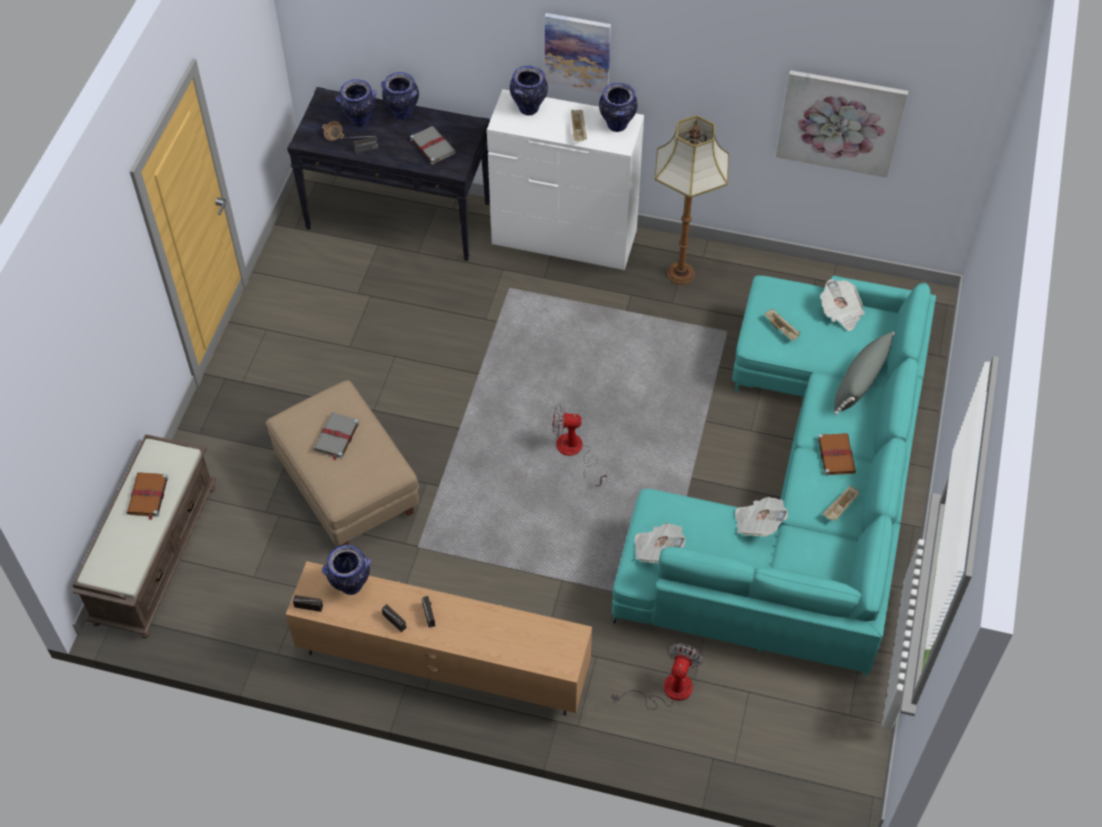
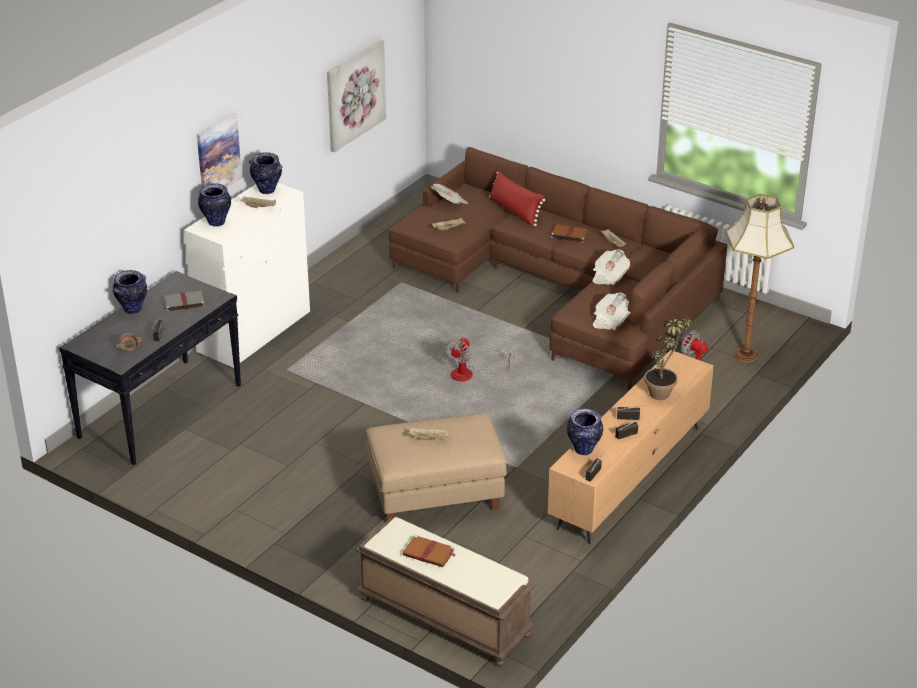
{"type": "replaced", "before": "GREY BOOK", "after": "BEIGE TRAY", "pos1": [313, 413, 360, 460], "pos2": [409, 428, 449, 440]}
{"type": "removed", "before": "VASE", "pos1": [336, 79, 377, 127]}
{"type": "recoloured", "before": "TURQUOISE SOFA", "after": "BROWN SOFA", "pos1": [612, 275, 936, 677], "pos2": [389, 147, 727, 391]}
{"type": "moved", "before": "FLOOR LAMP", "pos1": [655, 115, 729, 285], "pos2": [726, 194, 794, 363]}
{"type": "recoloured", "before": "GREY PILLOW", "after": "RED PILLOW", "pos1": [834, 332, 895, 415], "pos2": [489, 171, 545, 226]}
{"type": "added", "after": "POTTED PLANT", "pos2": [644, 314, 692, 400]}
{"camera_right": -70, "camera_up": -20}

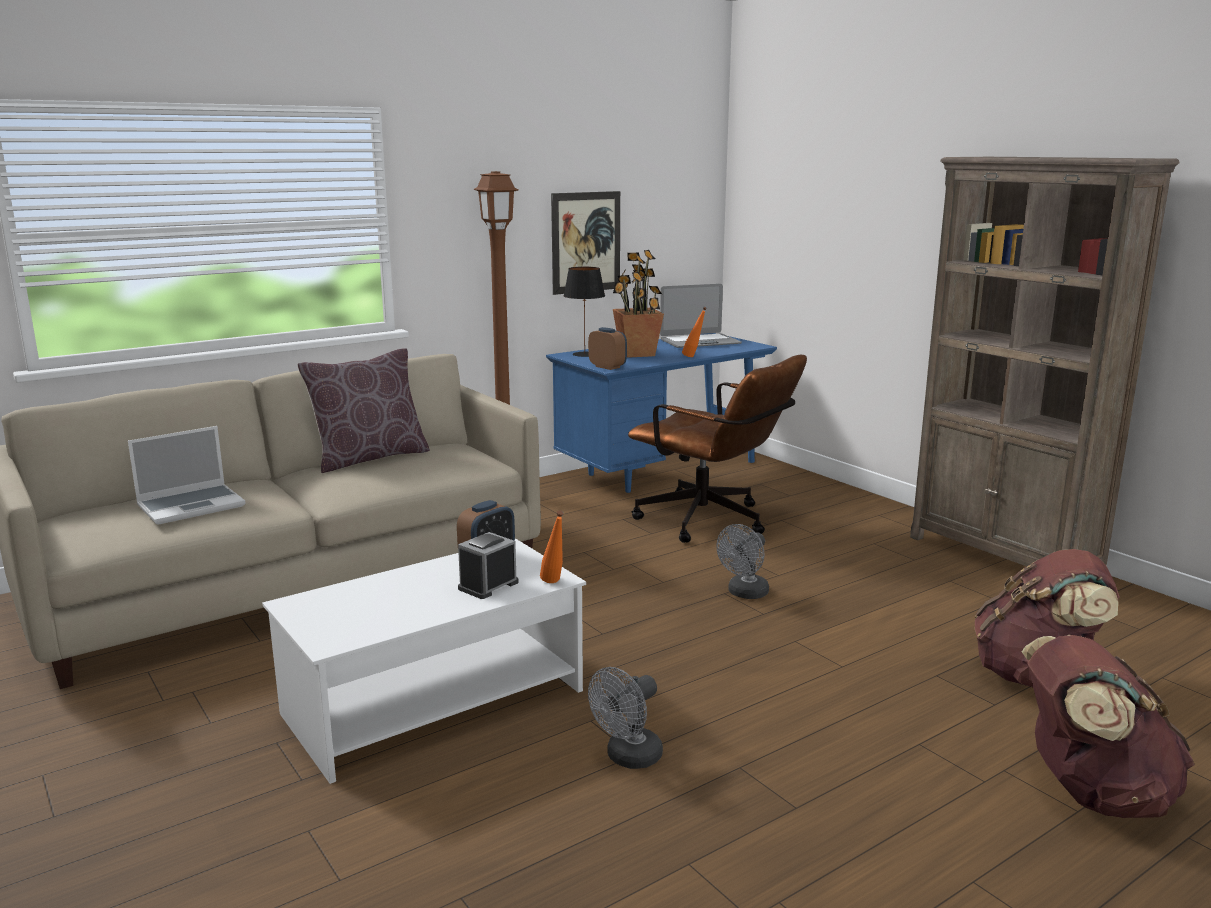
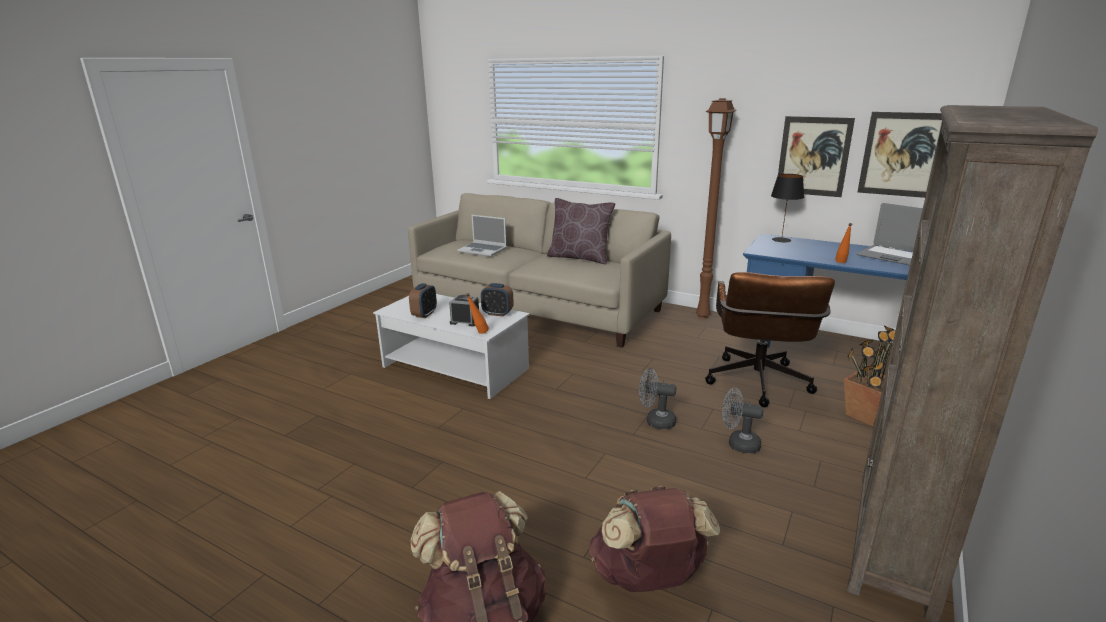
{"type": "moved", "before": "ALARM CLOCK", "pos1": [588, 327, 627, 370], "pos2": [409, 283, 437, 318]}
{"type": "moved", "before": "GREY FAN", "pos1": [588, 667, 663, 769], "pos2": [722, 388, 764, 453]}
{"type": "moved", "before": "POTTED PLANT", "pos1": [613, 250, 664, 358], "pos2": [844, 325, 896, 426]}
{"type": "added", "after": "PICTURE", "pos2": [858, 112, 942, 198]}
{"camera_right": 65, "camera_up": 5}

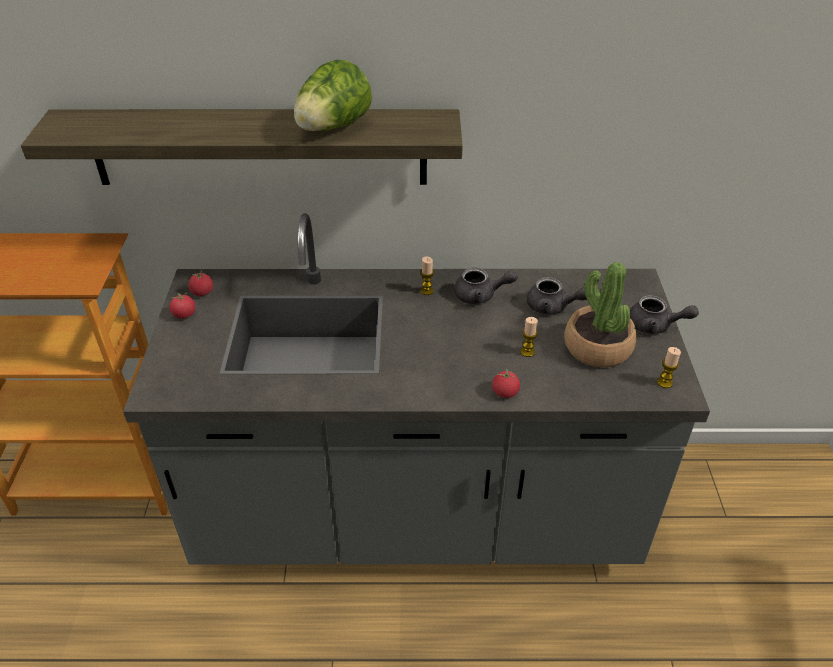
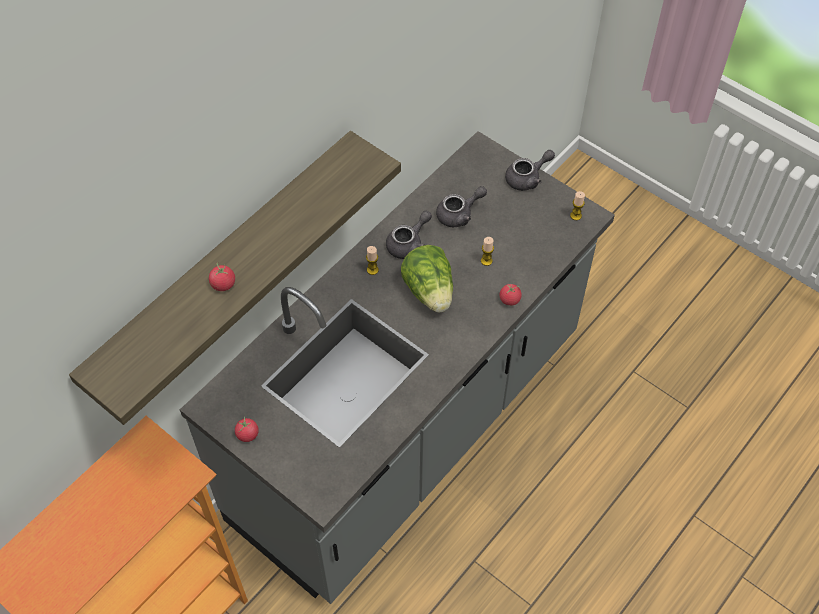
{"type": "moved", "before": "TOMATO", "pos1": [188, 269, 213, 296], "pos2": [209, 263, 235, 291]}
{"type": "moved", "before": "LETTUCE", "pos1": [294, 60, 372, 131], "pos2": [401, 245, 453, 312]}
{"type": "removed", "before": "POTTED PLANT", "pos1": [564, 262, 637, 367]}
{"camera_right": -50, "camera_up": 15}

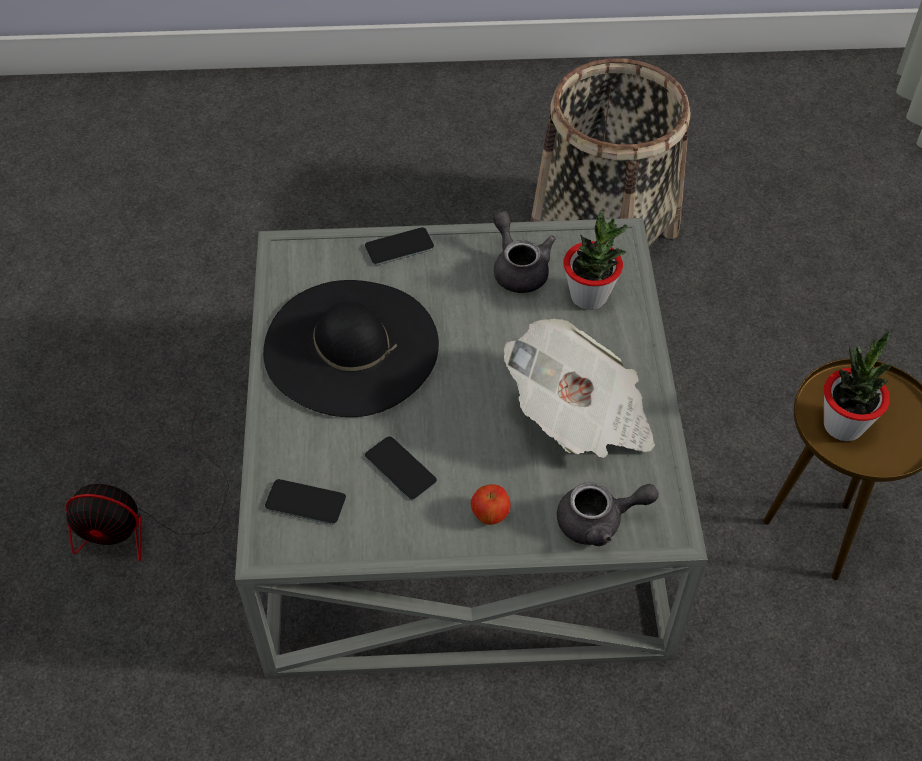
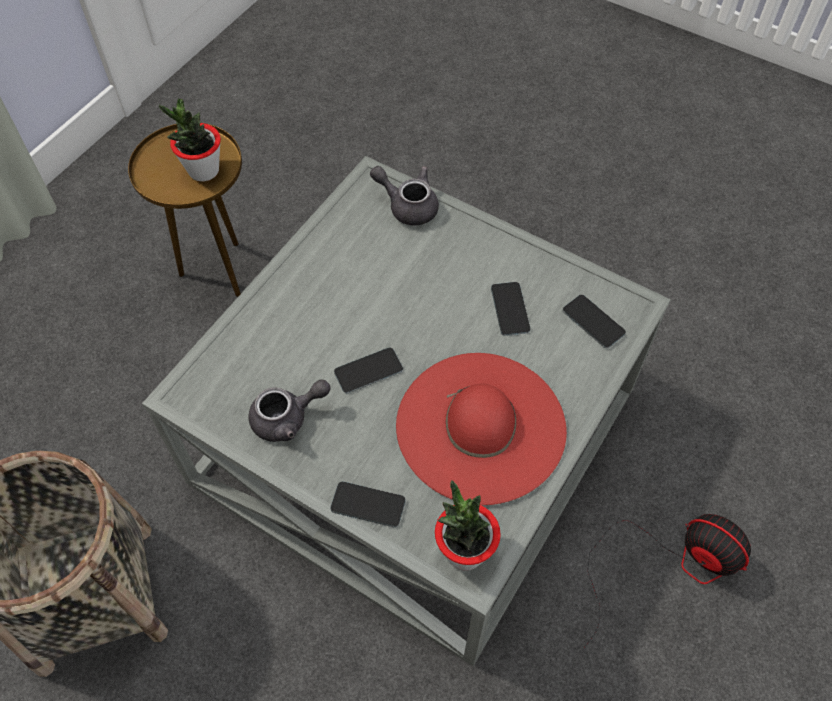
{"type": "recoloured", "before": "BLACK HAT", "after": "RED HAT", "pos1": [263, 280, 439, 417], "pos2": [396, 353, 567, 505]}
{"type": "removed", "before": "APPLE", "pos1": [471, 484, 511, 525]}
{"type": "turned", "before": "GREY TEAPOT", "pos1": [493, 211, 556, 293], "pos2": [249, 379, 330, 442], "turn": -120}
{"type": "removed", "before": "NEWSPAPER", "pos1": [504, 319, 655, 458]}
{"type": "moved", "before": "POTTED PLANT", "pos1": [563, 211, 627, 310], "pos2": [435, 480, 501, 571]}
{"type": "added", "after": "PHONE", "pos2": [334, 348, 403, 393]}
{"camera_right": -145, "camera_up": 5}

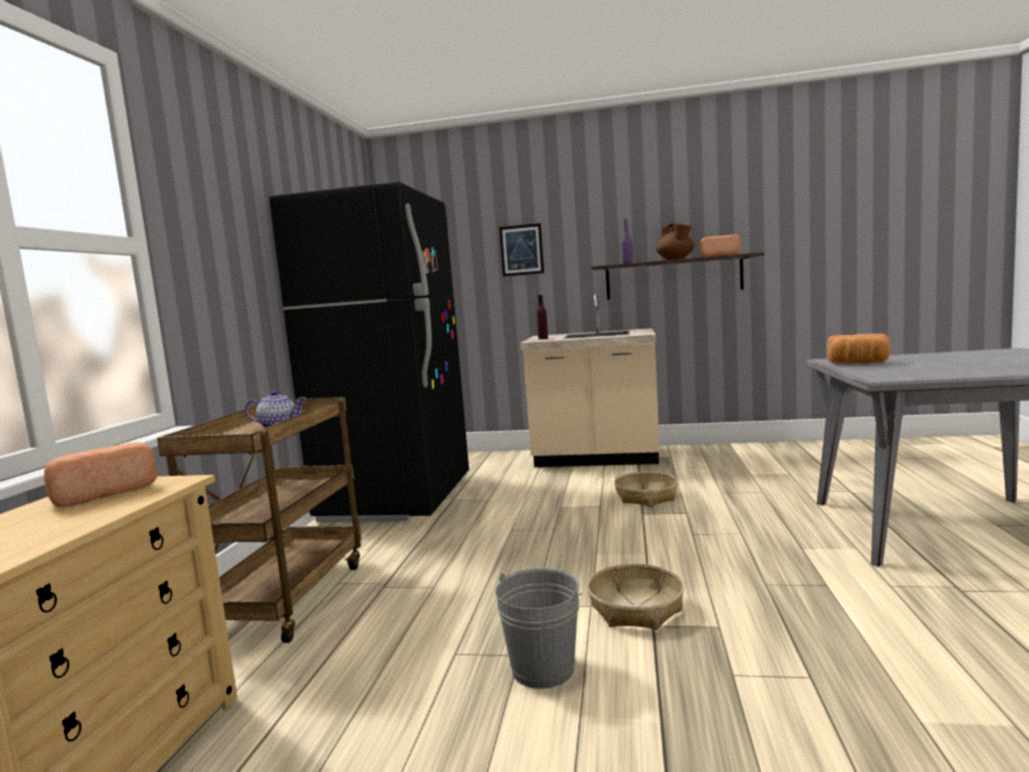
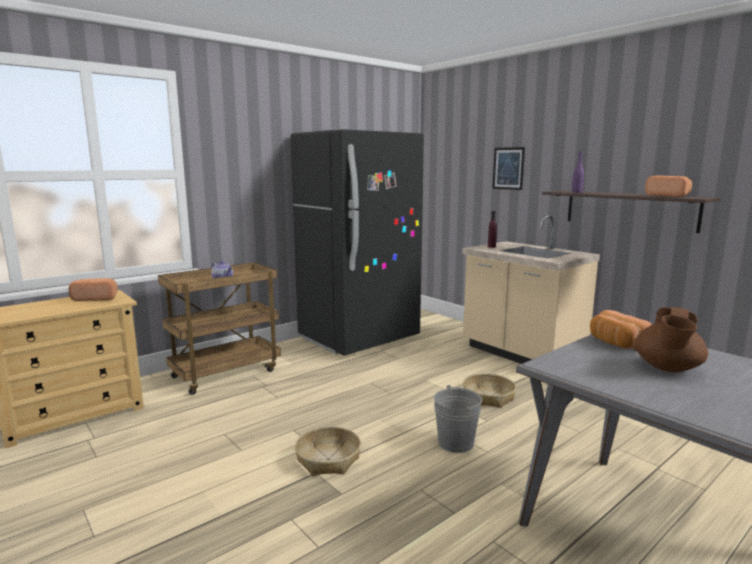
{"type": "moved", "before": "GREY BUCKET", "pos1": [495, 568, 582, 689], "pos2": [434, 385, 482, 453]}
{"type": "moved", "before": "BROWN TEAPOT", "pos1": [656, 223, 694, 260], "pos2": [634, 307, 708, 372]}
{"camera_right": 40, "camera_up": 5}

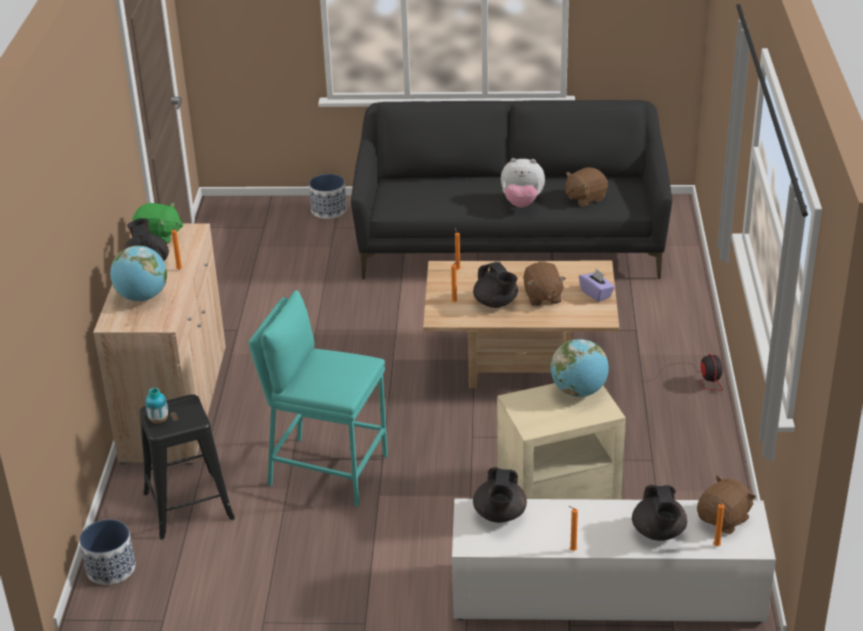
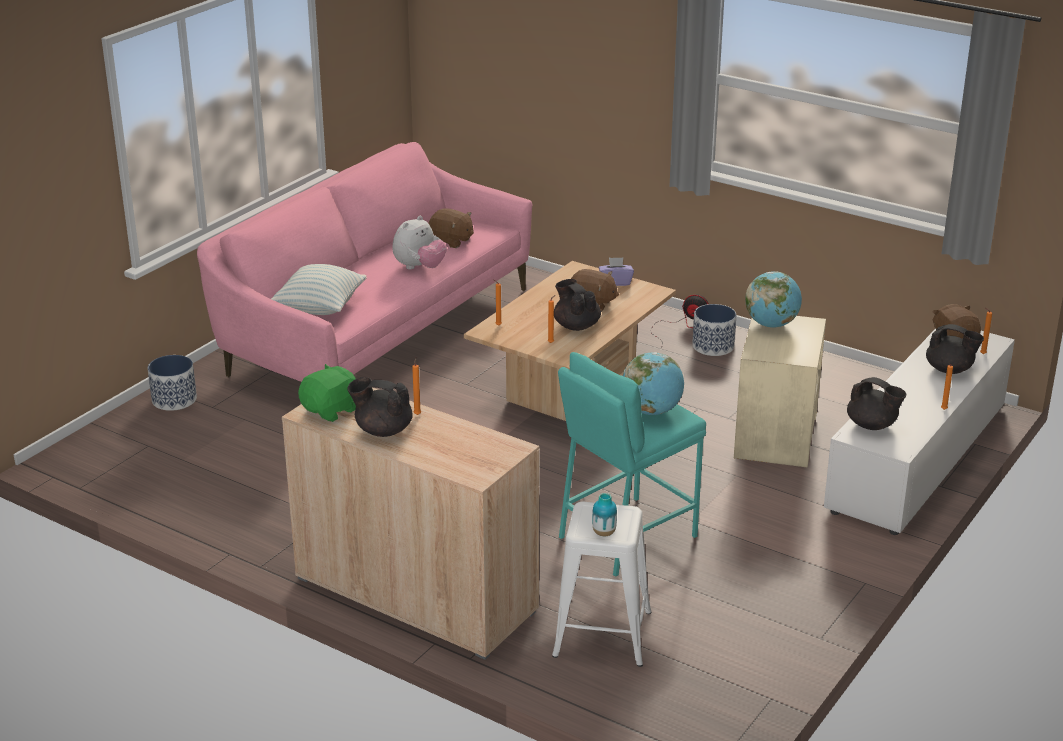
{"type": "moved", "before": "PLANTER", "pos1": [79, 519, 136, 585], "pos2": [692, 304, 736, 356]}
{"type": "moved", "before": "GLOBE", "pos1": [110, 245, 167, 301], "pos2": [622, 352, 684, 415]}
{"type": "recoloured", "before": "BLACK STOOL", "after": "WHITE STOOL", "pos1": [139, 394, 235, 540], "pos2": [552, 501, 652, 667]}
{"type": "recoloured", "before": "BLACK SOFA", "after": "PINK SOFA", "pos1": [351, 100, 672, 280], "pos2": [197, 142, 532, 382]}
{"type": "turned", "before": "BLACK TEAPOT", "pos1": [473, 262, 518, 308], "pos2": [554, 279, 601, 331], "turn": -120}
{"type": "turned", "before": "BROWN PLUSH TOY", "pos1": [565, 167, 608, 207], "pos2": [428, 208, 474, 248], "turn": -60}
{"type": "added", "after": "PILLOW", "pos2": [271, 264, 367, 315]}
{"camera_right": -60, "camera_up": -5}

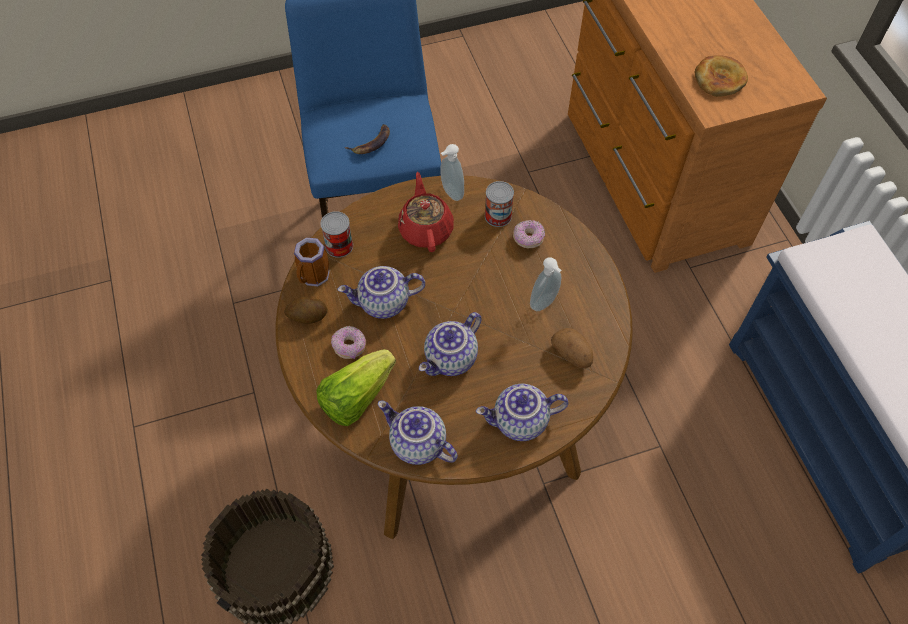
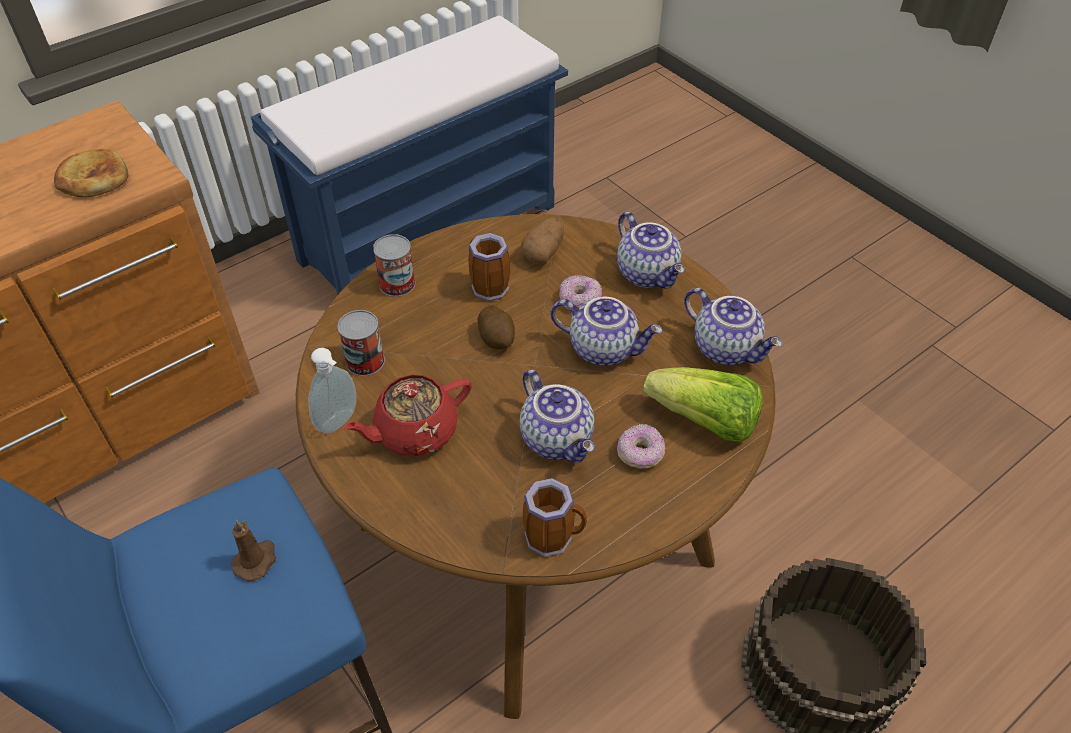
{"type": "moved", "before": "POTATO", "pos1": [284, 297, 328, 324], "pos2": [477, 305, 515, 349]}
{"type": "moved", "before": "CAN", "pos1": [320, 211, 353, 258], "pos2": [373, 234, 415, 297]}
{"type": "replaced", "before": "BANANA", "after": "BROWN CANDLE", "pos1": [345, 124, 390, 154], "pos2": [231, 520, 276, 581]}
{"type": "turned", "before": "TEAPOT", "pos1": [378, 400, 458, 465], "pos2": [684, 288, 782, 365], "turn": -60}
{"type": "moved", "before": "DONUT", "pos1": [513, 220, 545, 248], "pos2": [559, 275, 602, 310]}
{"type": "replaced", "before": "SOAP DISPENSER", "after": "MUG", "pos1": [530, 257, 562, 311], "pos2": [468, 233, 510, 301]}
{"camera_right": -110, "camera_up": -10}

